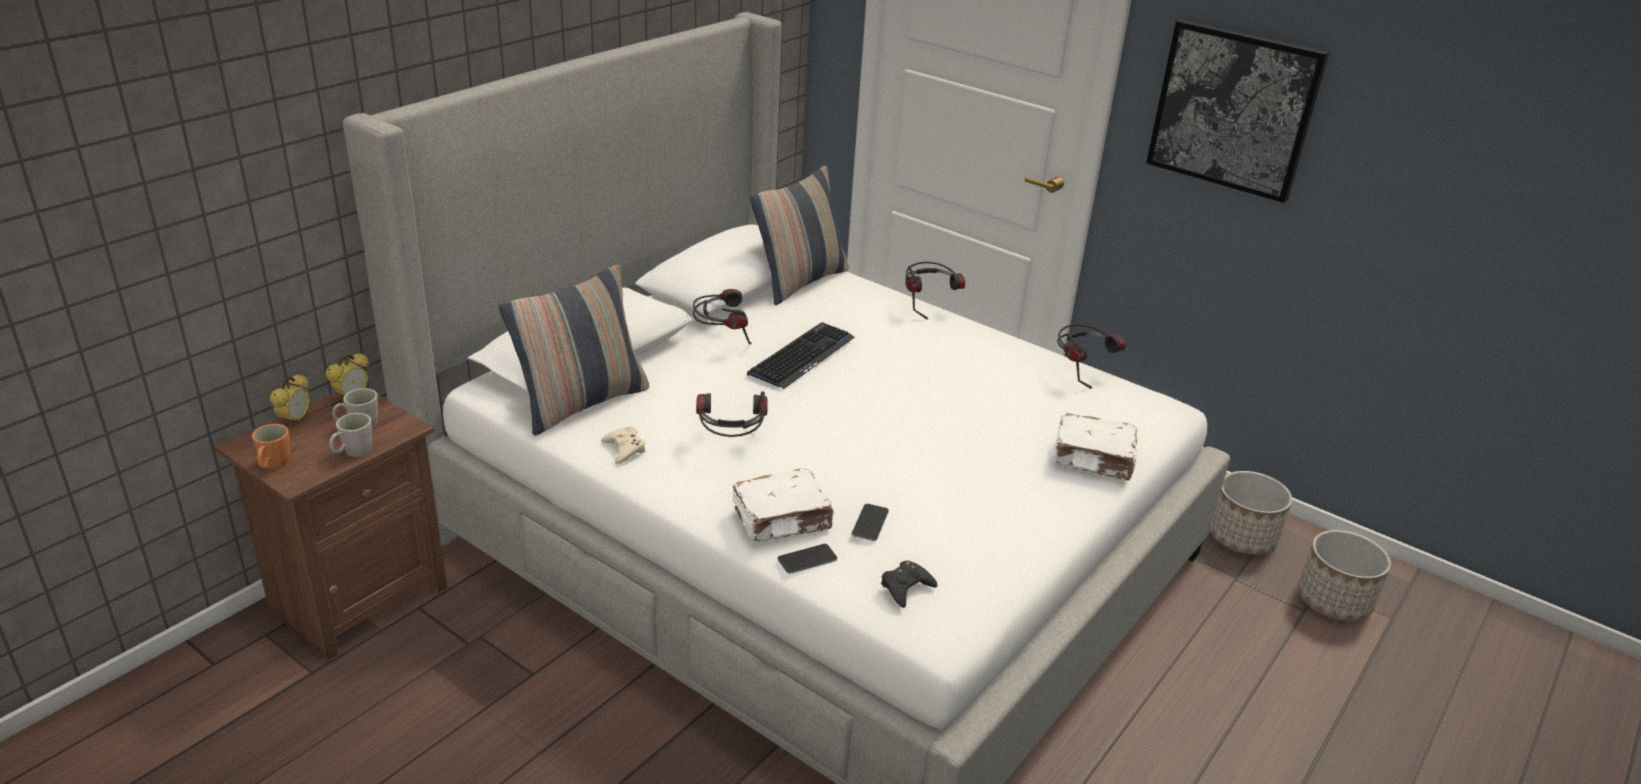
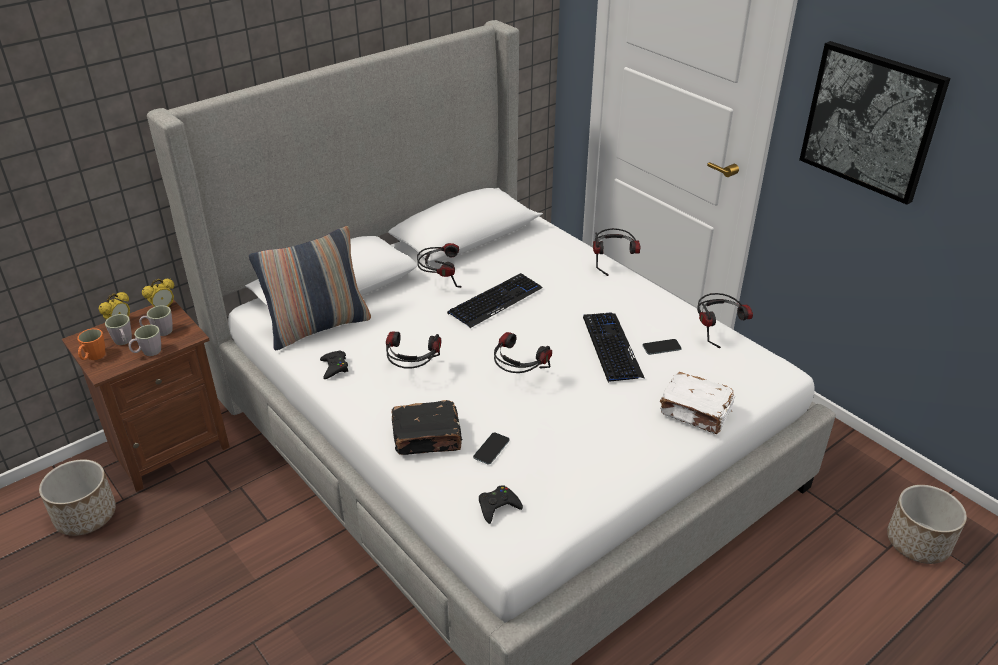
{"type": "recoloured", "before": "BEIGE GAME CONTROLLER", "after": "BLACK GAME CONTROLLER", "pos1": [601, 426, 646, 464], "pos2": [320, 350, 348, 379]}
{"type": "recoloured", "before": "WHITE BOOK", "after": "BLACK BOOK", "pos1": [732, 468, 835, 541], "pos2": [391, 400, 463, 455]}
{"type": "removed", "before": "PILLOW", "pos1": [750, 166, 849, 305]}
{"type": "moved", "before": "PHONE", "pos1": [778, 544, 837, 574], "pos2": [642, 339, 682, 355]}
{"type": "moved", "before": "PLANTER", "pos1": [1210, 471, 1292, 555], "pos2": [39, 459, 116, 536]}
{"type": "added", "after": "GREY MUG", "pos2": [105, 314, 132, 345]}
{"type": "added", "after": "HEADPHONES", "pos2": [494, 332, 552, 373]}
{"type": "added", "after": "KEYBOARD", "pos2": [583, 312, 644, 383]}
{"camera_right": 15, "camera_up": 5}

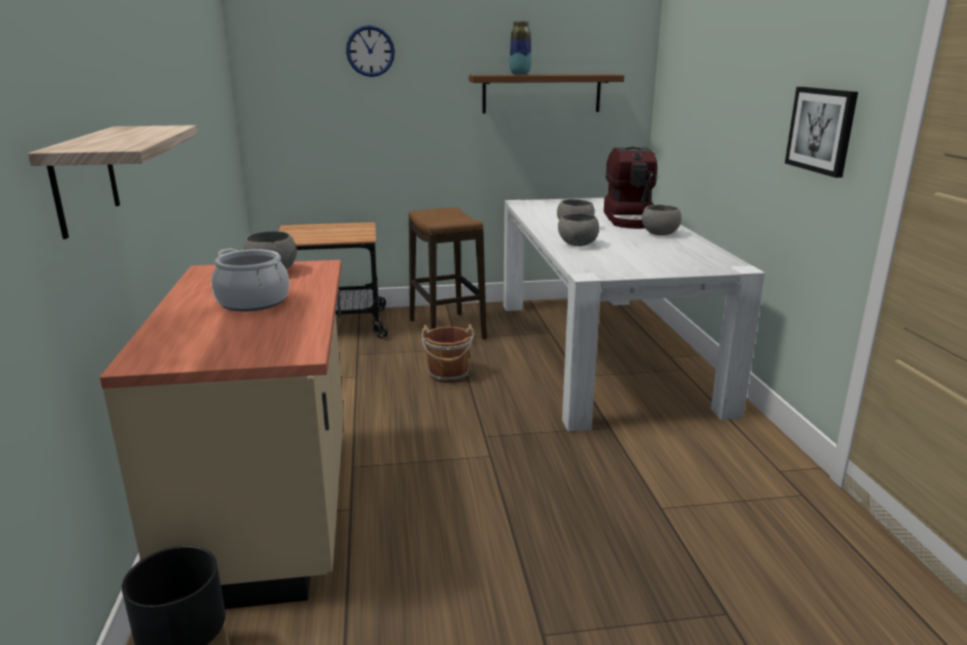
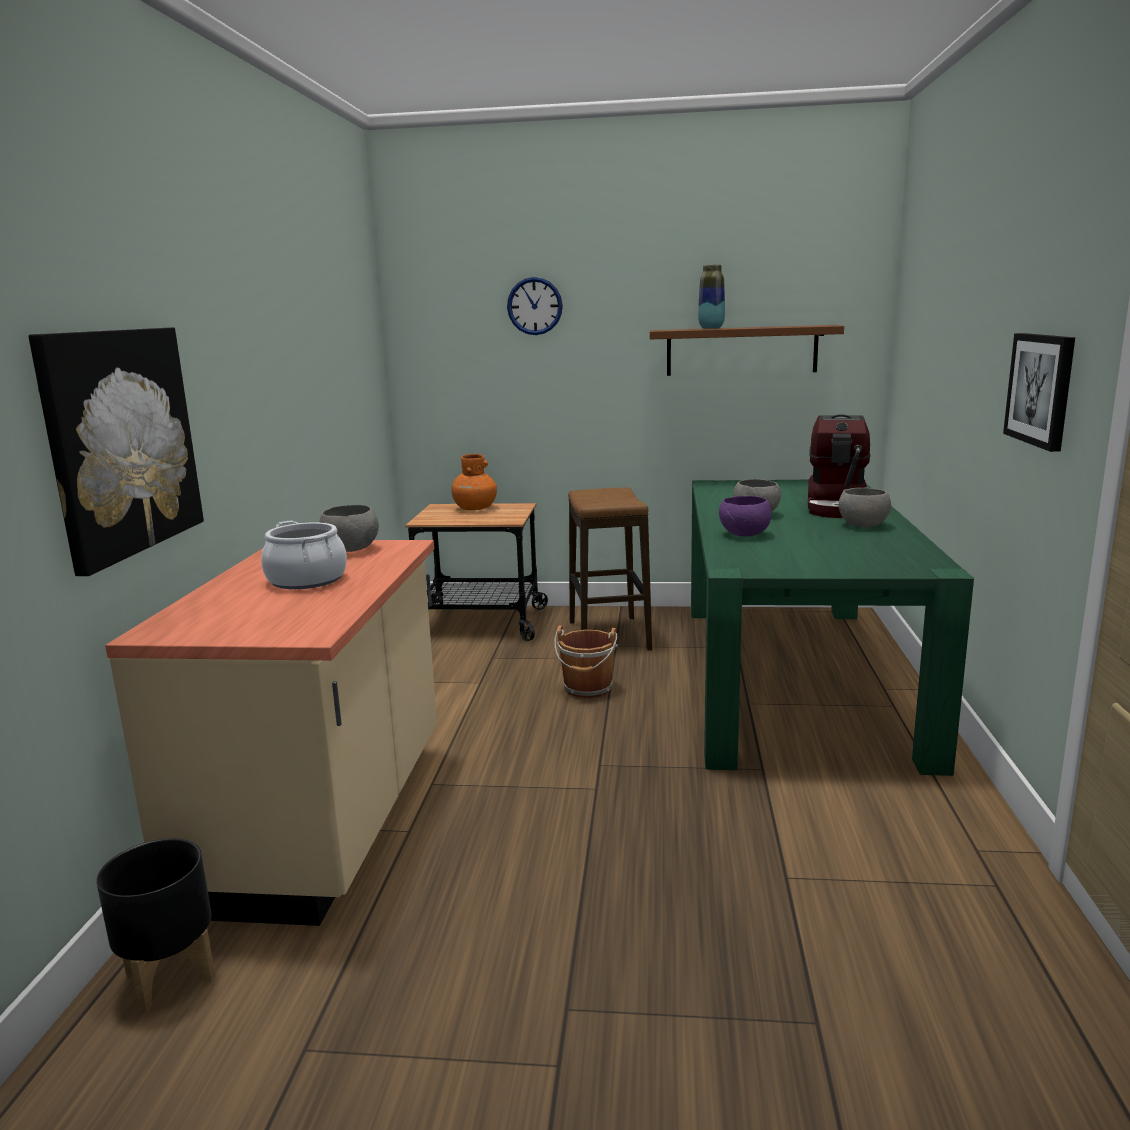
{"type": "replaced", "before": "SHELF", "after": "PICTURE", "pos1": [28, 125, 198, 239], "pos2": [28, 327, 204, 576]}
{"type": "recoloured", "before": "WHITE DINING TABLE", "after": "GREEN DINING TABLE", "pos1": [503, 197, 765, 432], "pos2": [691, 480, 974, 776]}
{"type": "recoloured", "before": "GREY BOWL", "after": "PURPLE BOWL", "pos1": [558, 213, 599, 246], "pos2": [719, 496, 772, 537]}
{"type": "added", "after": "ORANGE VASE", "pos2": [451, 454, 497, 510]}
{"camera_right": 15, "camera_up": -5}

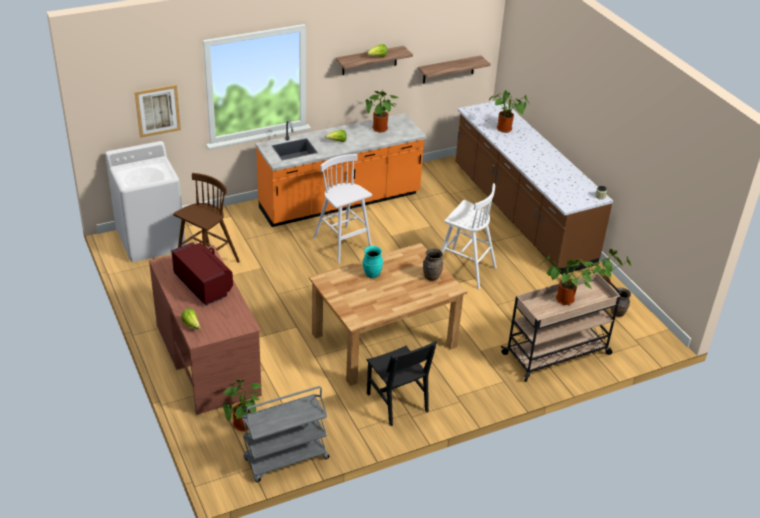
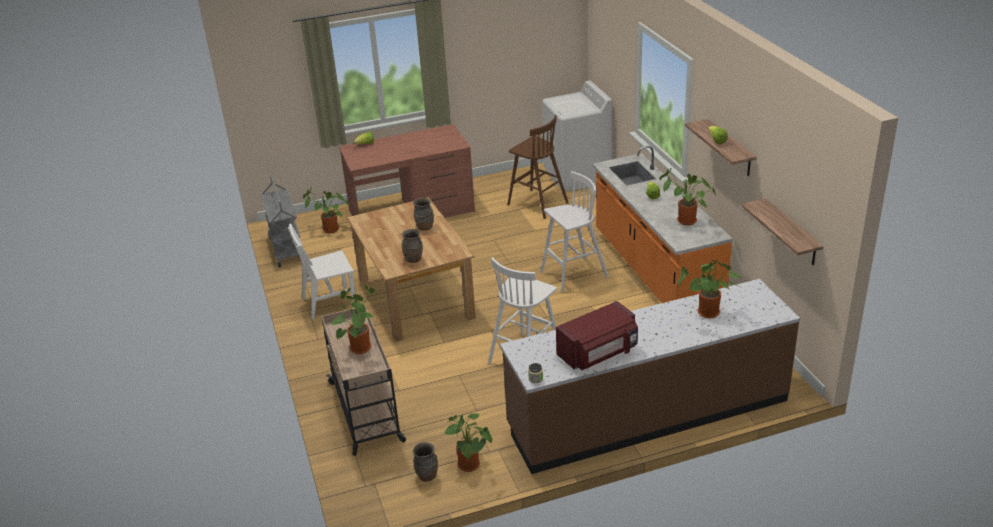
{"type": "removed", "before": "PICTURE", "pos1": [135, 85, 181, 138]}
{"type": "moved", "before": "RED MICROWAVE", "pos1": [171, 242, 233, 306], "pos2": [556, 301, 638, 370]}
{"type": "recoloured", "before": "TURQUOISE VASE", "after": "BROWN VASE", "pos1": [363, 246, 383, 278], "pos2": [413, 198, 434, 230]}
{"type": "recoloured", "before": "BLACK CHAIR", "after": "WHITE CHAIR", "pos1": [367, 341, 437, 426], "pos2": [288, 224, 356, 320]}
{"camera_right": 100, "camera_up": -5}

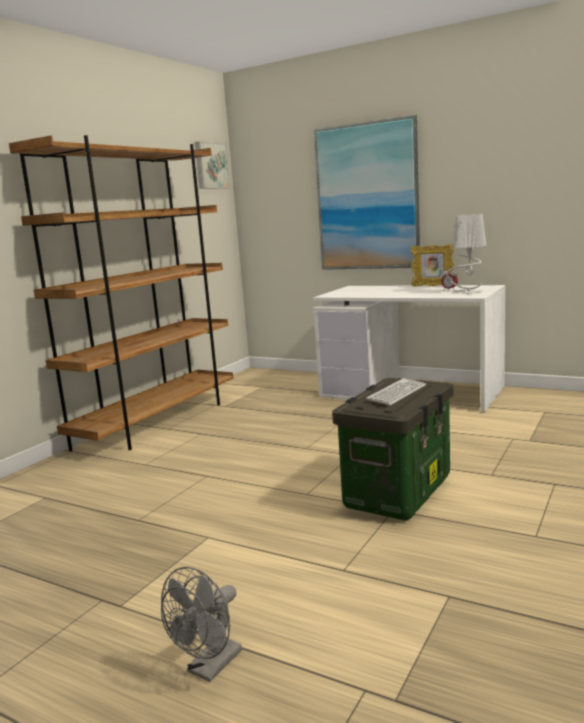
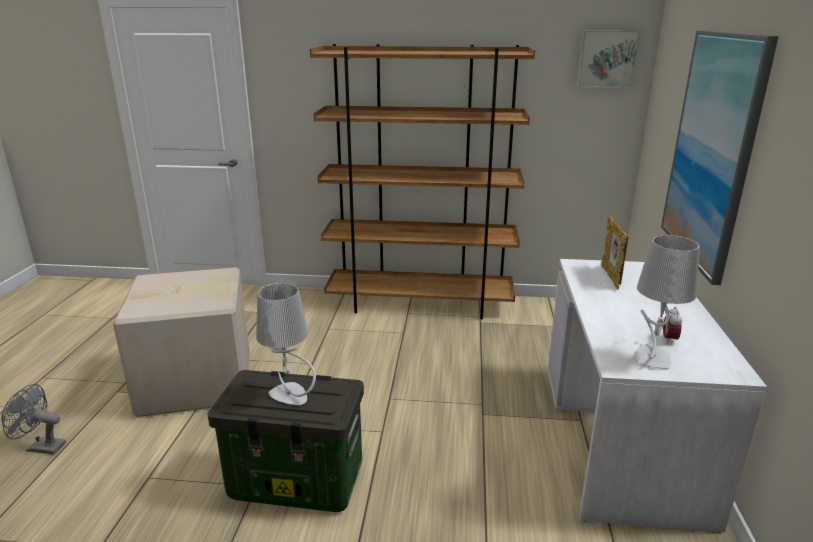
{"type": "replaced", "before": "KEYBOARD", "after": "GREY TABLE LAMP", "pos1": [366, 378, 426, 405], "pos2": [256, 283, 316, 405]}
{"type": "moved", "before": "PICTURE FRAME", "pos1": [410, 244, 455, 286], "pos2": [601, 216, 629, 289]}
{"type": "added", "after": "CARDBOARD BOX", "pos2": [113, 267, 249, 417]}
{"camera_right": 65, "camera_up": 10}

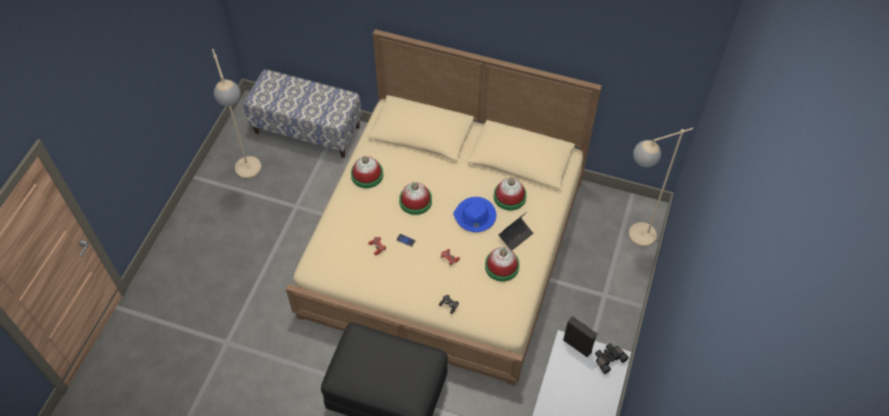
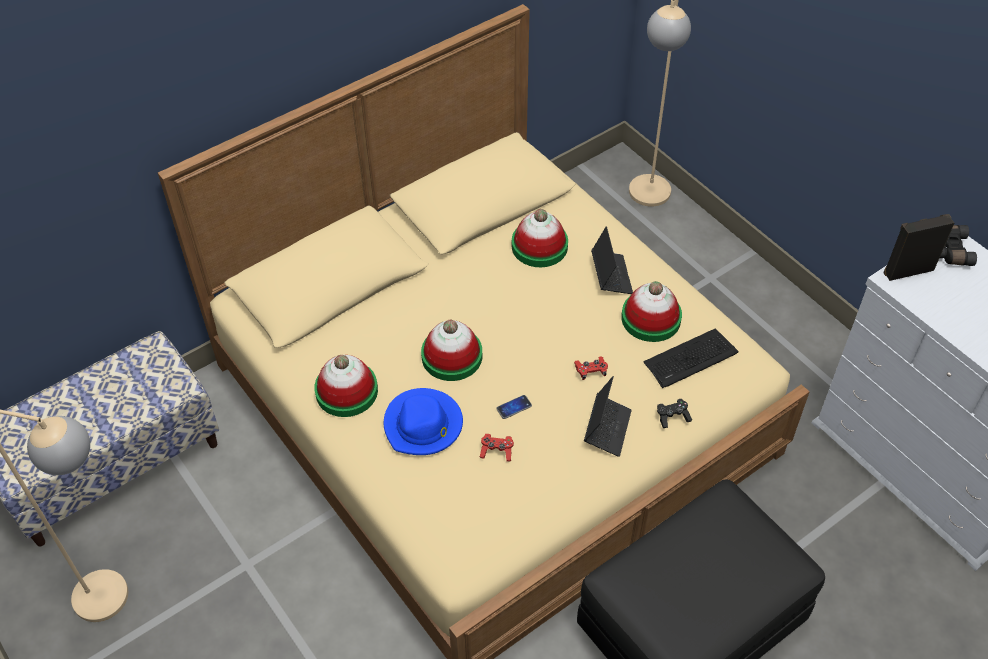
{"type": "moved", "before": "BLUE HAT", "pos1": [453, 197, 496, 232], "pos2": [384, 388, 463, 455]}
{"type": "added", "after": "LAPTOP", "pos2": [584, 376, 632, 457]}
{"type": "added", "after": "KEYBOARD", "pos2": [643, 328, 739, 388]}
{"camera_right": -55, "camera_up": -5}

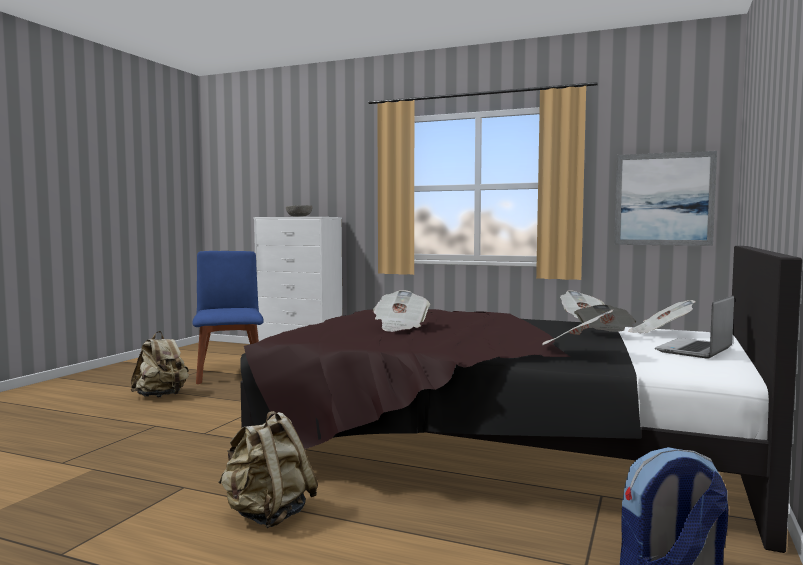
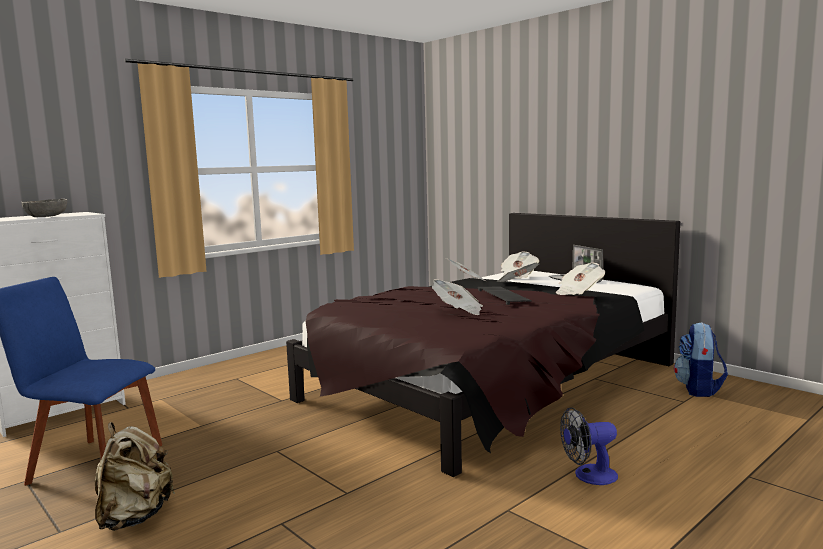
{"type": "replaced", "before": "BEIGE BACKPACK", "after": "FAN", "pos1": [219, 411, 318, 528], "pos2": [560, 407, 618, 485]}
{"type": "removed", "before": "PICTURE", "pos1": [614, 151, 717, 246]}
{"type": "added", "after": "KEYBOARD", "pos2": [478, 287, 532, 305]}
{"camera_right": -65, "camera_up": 5}

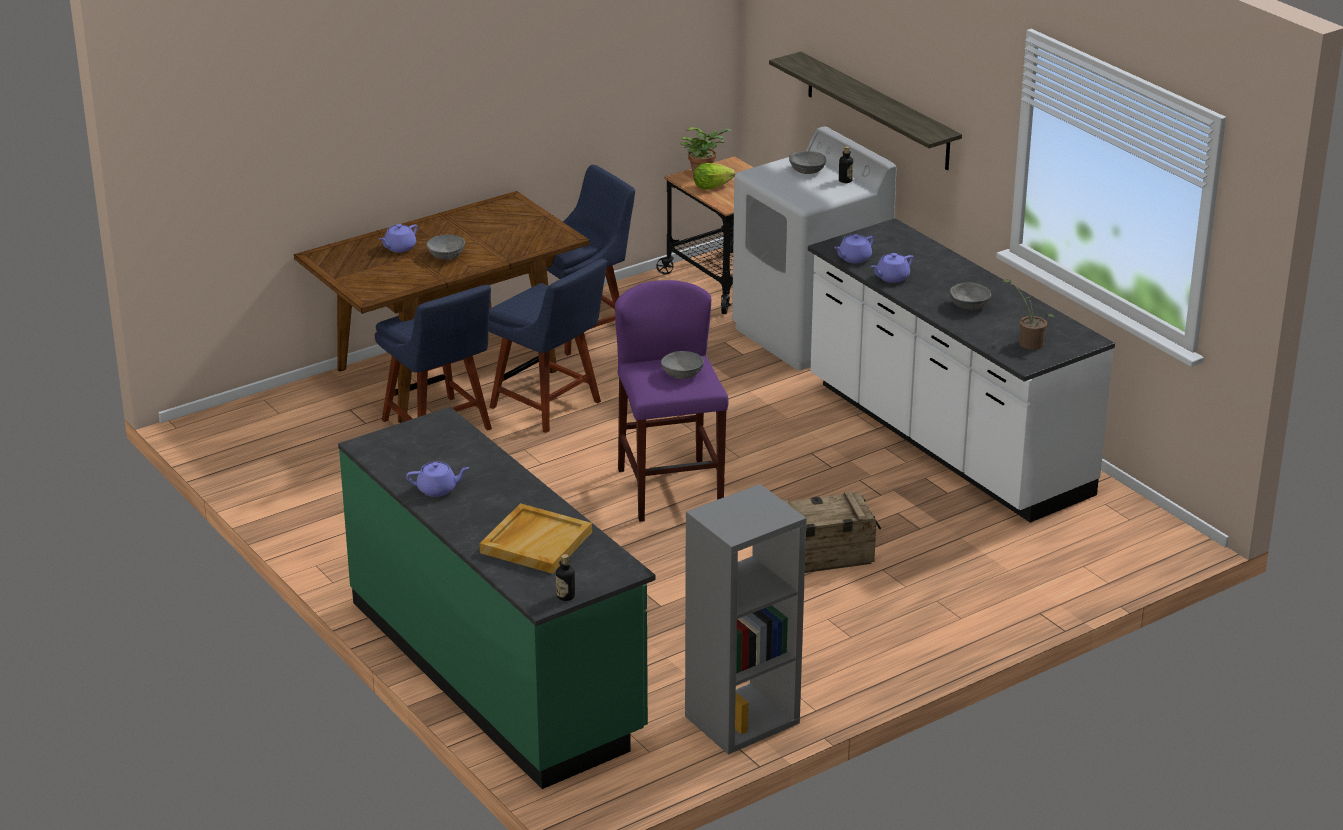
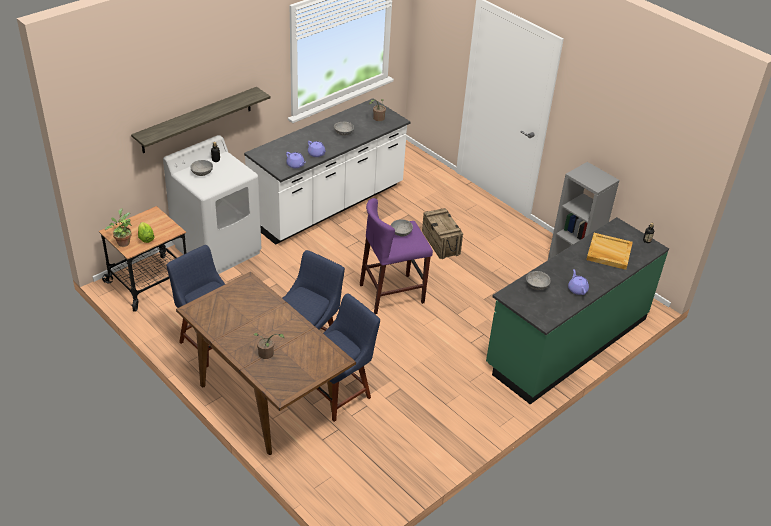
{"type": "replaced", "before": "PURPLE TEAPOT", "after": "POTTED PLANT", "pos1": [379, 224, 418, 252], "pos2": [253, 333, 284, 359]}
{"type": "moved", "before": "GREY BOWL", "pos1": [427, 235, 465, 260], "pos2": [526, 271, 551, 290]}
{"camera_right": -100, "camera_up": 10}

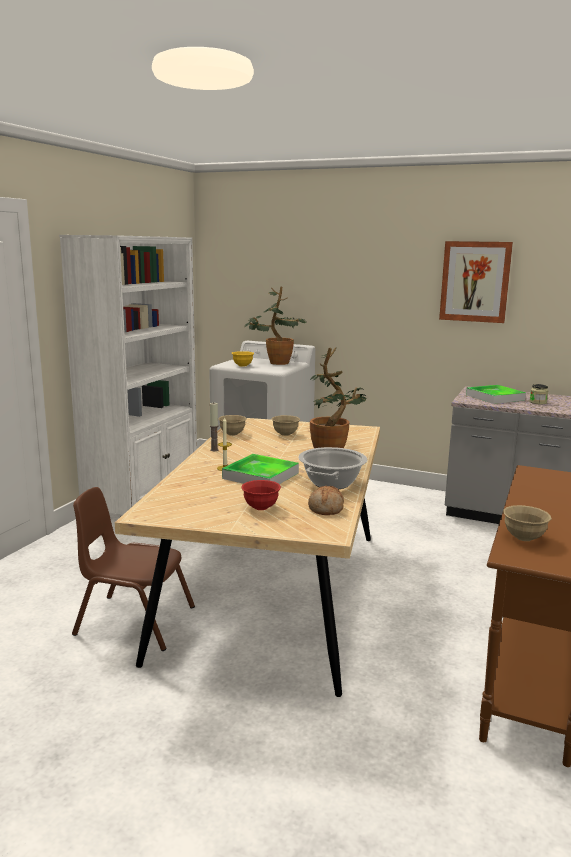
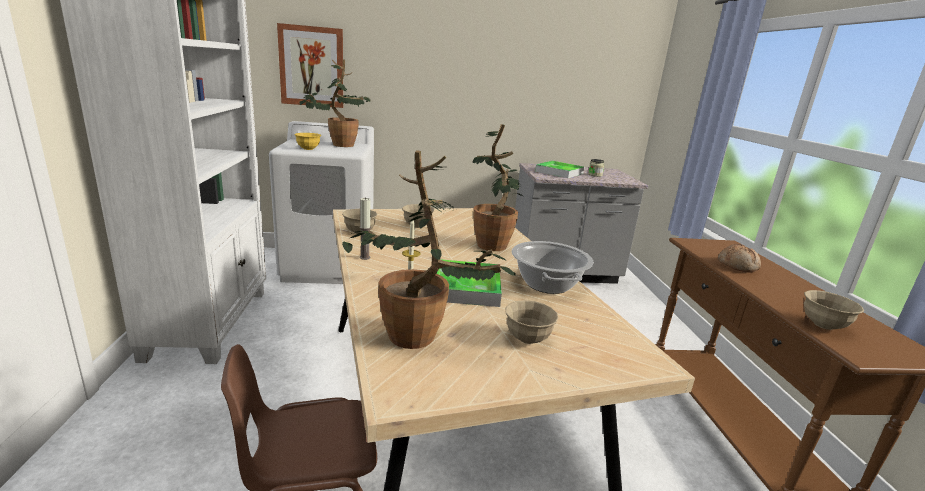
{"type": "recoloured", "before": "RED BOWL", "after": "BEIGE BOWL", "pos1": [241, 480, 281, 510], "pos2": [505, 300, 558, 344]}
{"type": "moved", "before": "BREAD", "pos1": [308, 486, 344, 515], "pos2": [718, 244, 761, 273]}
{"type": "moved", "before": "PICTURE", "pos1": [439, 241, 513, 323], "pos2": [277, 23, 344, 108]}
{"type": "added", "after": "POTTED PLANT", "pos2": [342, 150, 517, 349]}
{"camera_right": -30, "camera_up": 5}

